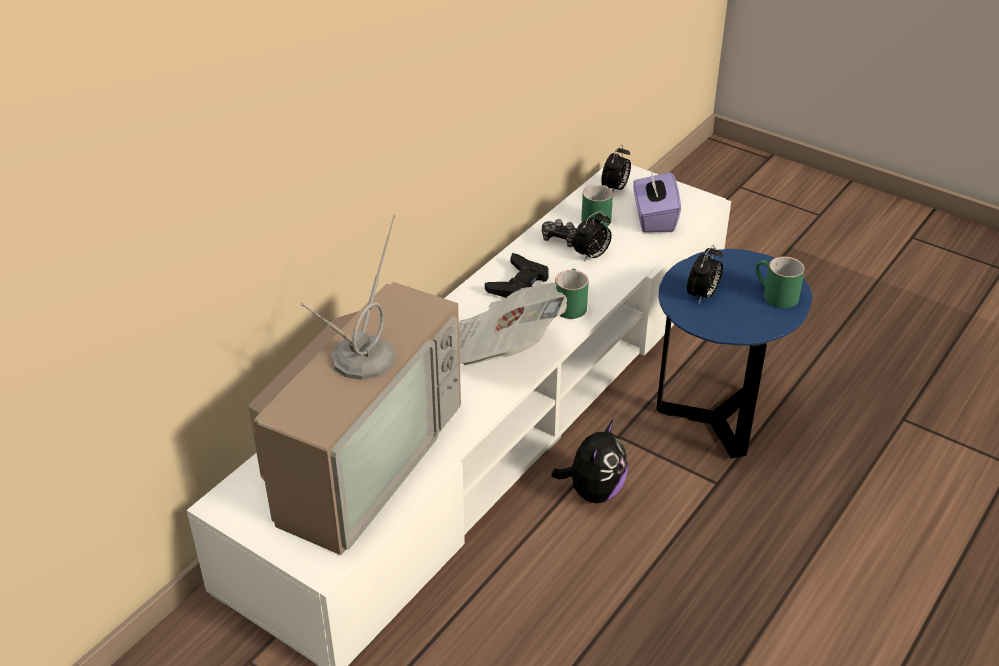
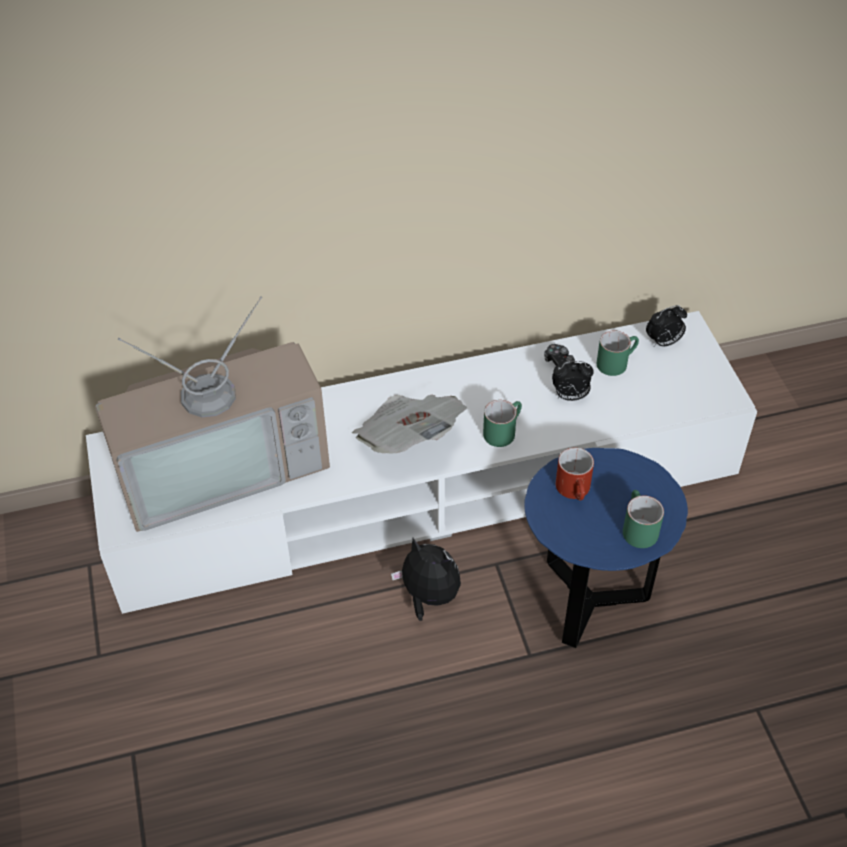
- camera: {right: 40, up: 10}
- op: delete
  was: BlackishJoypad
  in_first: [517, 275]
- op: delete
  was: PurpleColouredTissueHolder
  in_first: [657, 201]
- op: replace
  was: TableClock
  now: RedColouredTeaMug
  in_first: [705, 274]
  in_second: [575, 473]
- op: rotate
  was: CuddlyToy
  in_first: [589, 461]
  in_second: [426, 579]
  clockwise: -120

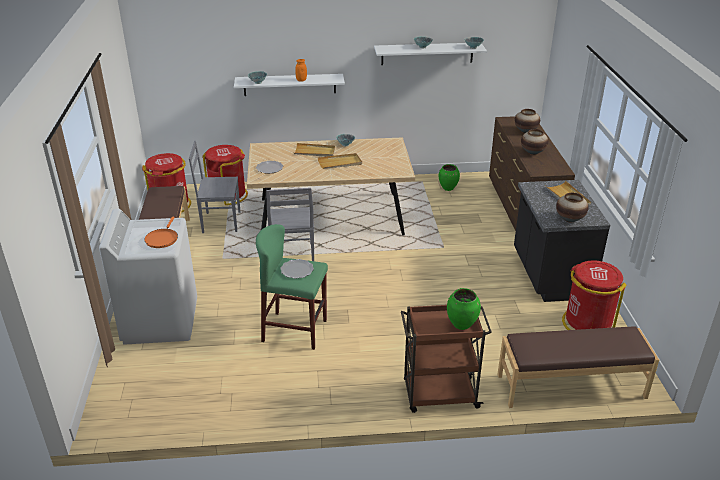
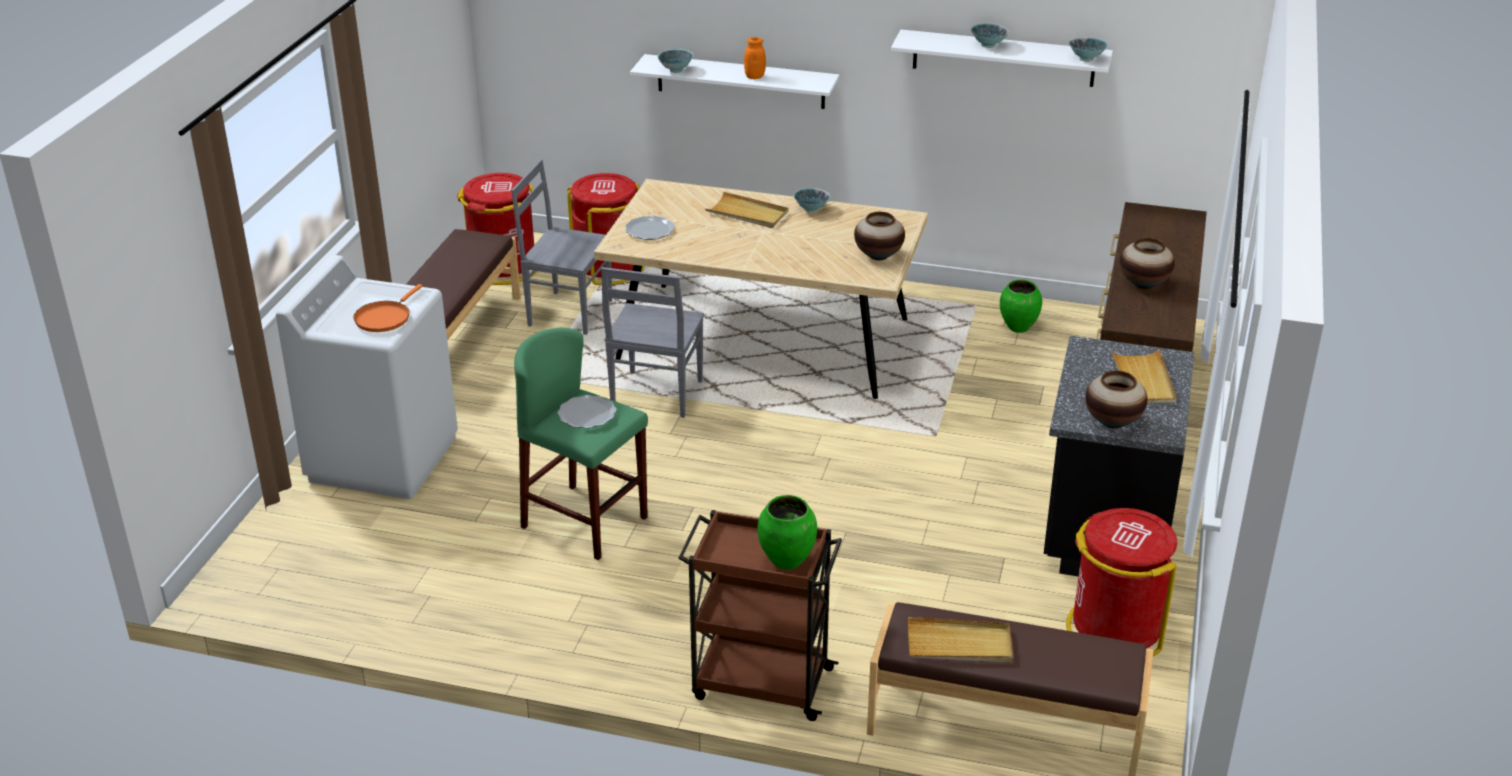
- camera: {right: 20, up: 0}
- op: move
  was: BeigeTray
  in_first: [340, 161]
  in_second: [960, 640]
- op: move
  was: FlowerVase
  in_first: [527, 121]
  in_second: [879, 236]

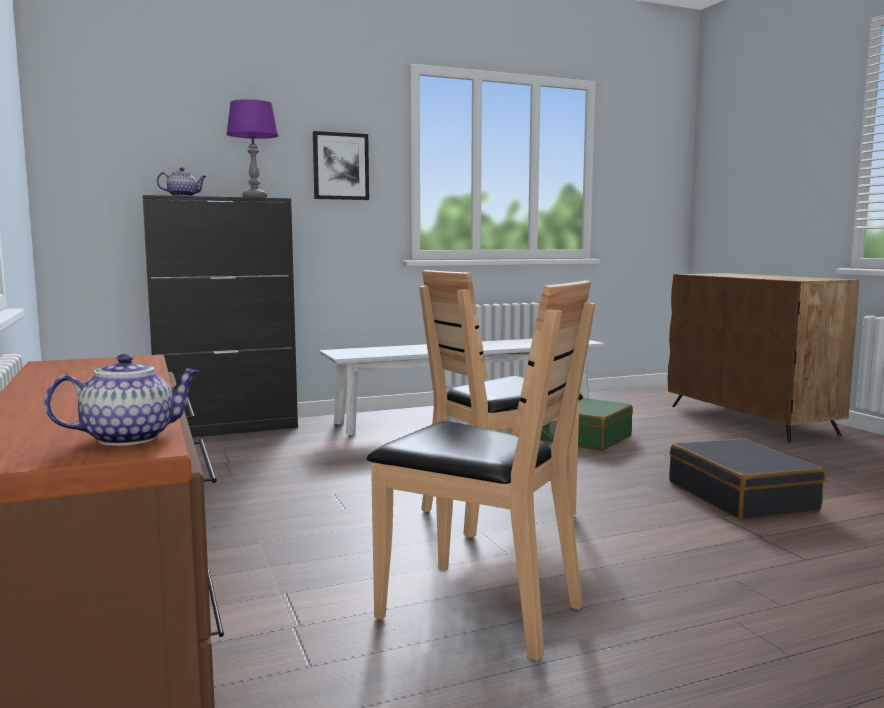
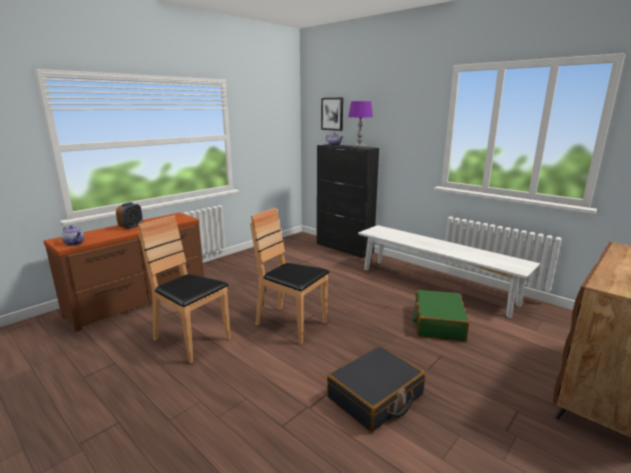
- camera: {right: 65, up: 10}
- op: insert
  now: TableClock
  in_second: [129, 215]
- op: move
  was: Picture
  in_first: [341, 165]
  in_second: [332, 114]
- op: rotate
  was: BrownColouredUprightChair
  in_first: [481, 470]
  in_second: [184, 289]
  clockwise: 120

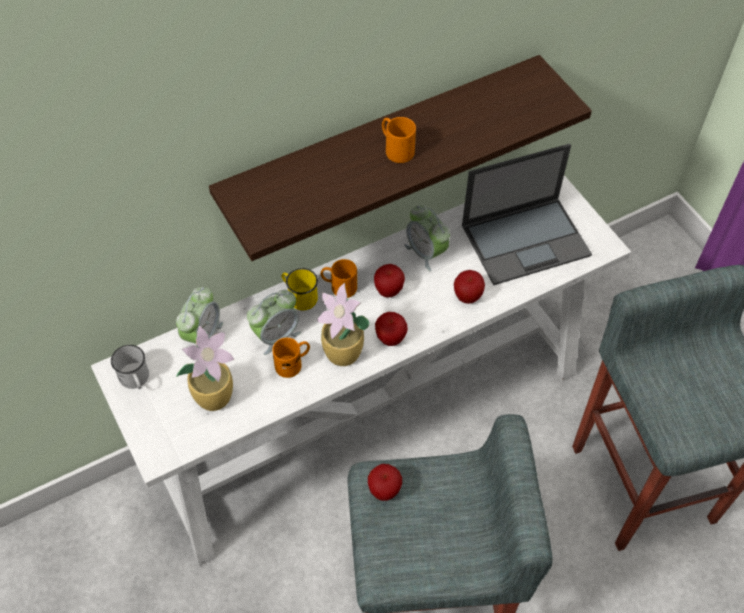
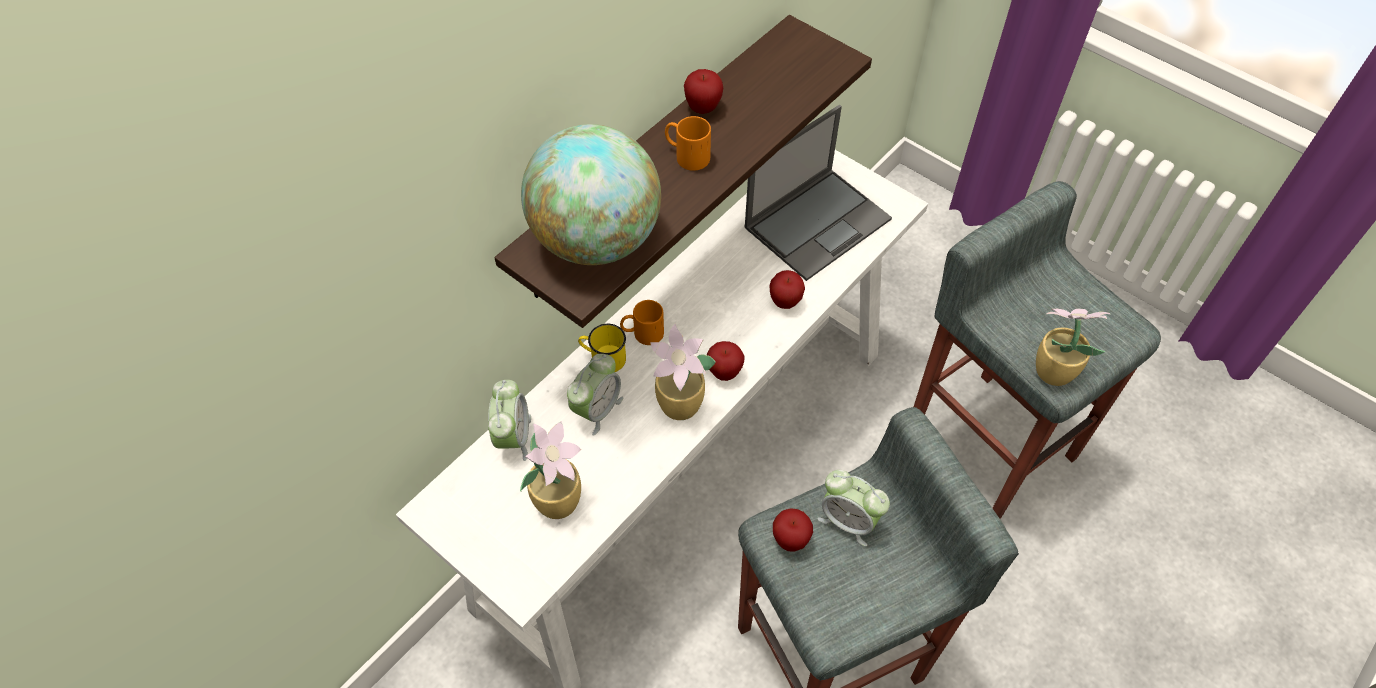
- camera: {right: -20, up: 0}
- op: delete
  was: WhitishTeaMug
  in_first: [130, 367]
- op: delete
  was: OrangeyTeaMug
  in_first: [291, 358]
- op: insert
  now: WorldGlobe
  in_second: [591, 194]
- op: insert
  now: Houseplant
  in_second: [1073, 347]
- op: move
  was: Apple
  in_first: [389, 281]
  in_second: [703, 91]
- op: move
  was: TableClock
  in_first: [427, 238]
  in_second: [853, 508]

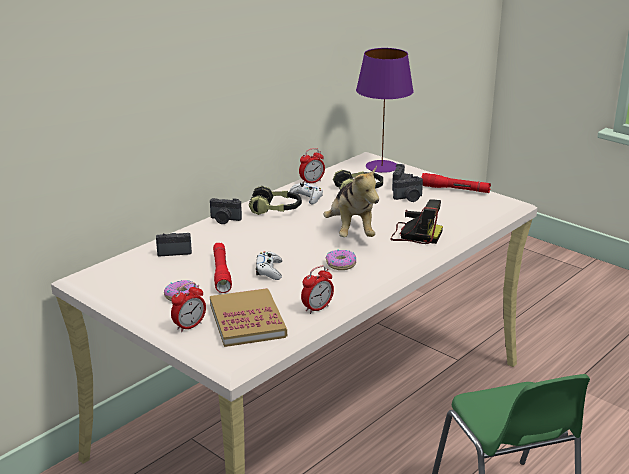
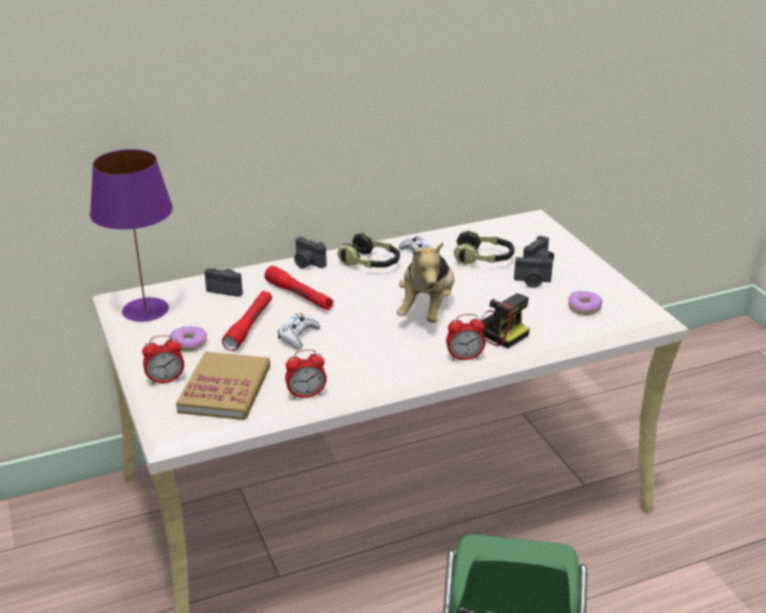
- camera: {right: 25, up: 5}
- op: move
  was: TableClock
  in_first: [312, 165]
  in_second: [465, 336]
- op: move
  was: Donut
  in_first: [341, 260]
  in_second: [585, 303]
- op: move
  was: PurpleColouredTabletopLamp
  in_first: [385, 110]
  in_second: [131, 235]
- op: move
  was: RedColouredTorch
  in_first: [456, 183]
  in_second: [299, 288]

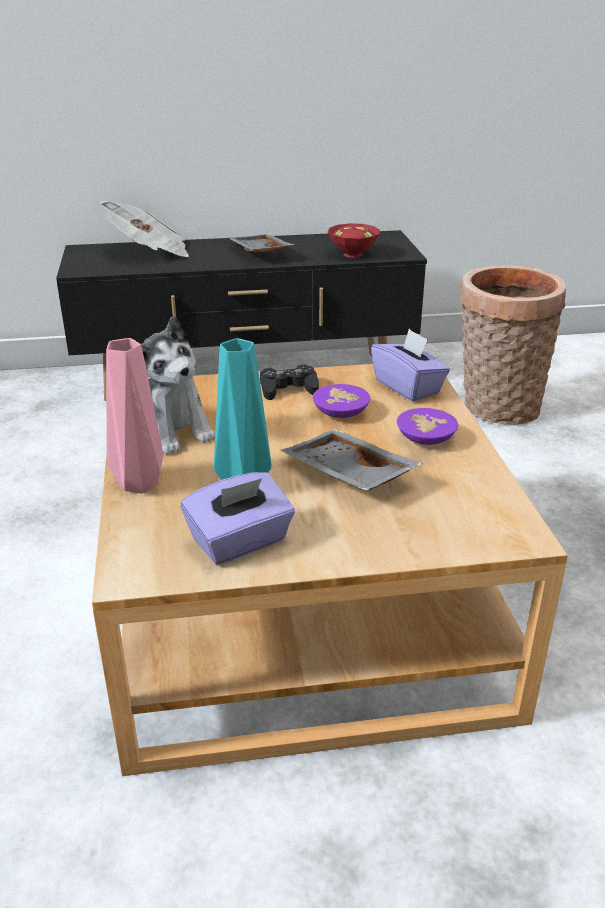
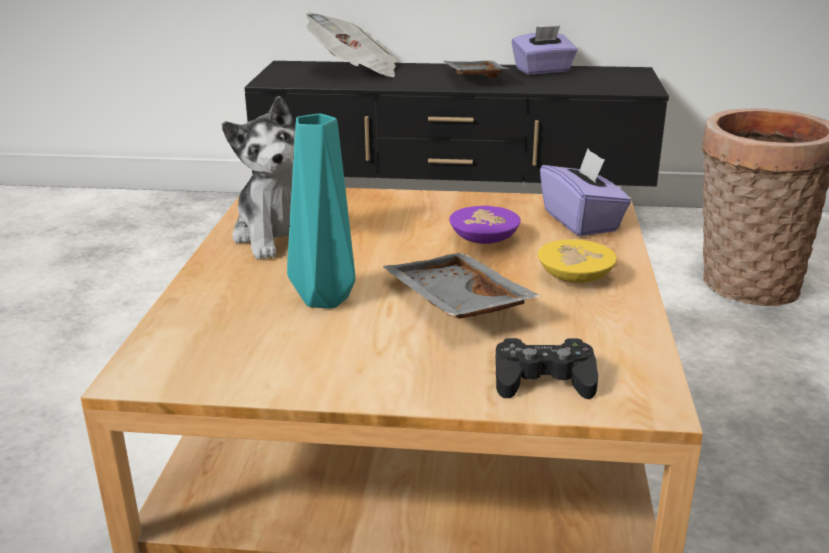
- camera: {right: 15, up: -5}
- op: delete
  was: PinkColouredFlowerVase
  in_first: [134, 415]
- op: delete
  was: RedColouredServingBowl
  in_first: [354, 240]
- op: move
  was: PurpleColouredTissueHolder
  in_first: [238, 518]
  in_second: [545, 50]
- op: move
  was: BlackishJoypad
  in_first: [289, 382]
  in_second: [546, 368]
- op: recolor
  was: PurpleColouredServingBowl
  now: YellowServingBowl
  in_first: [427, 426]
  in_second: [577, 261]

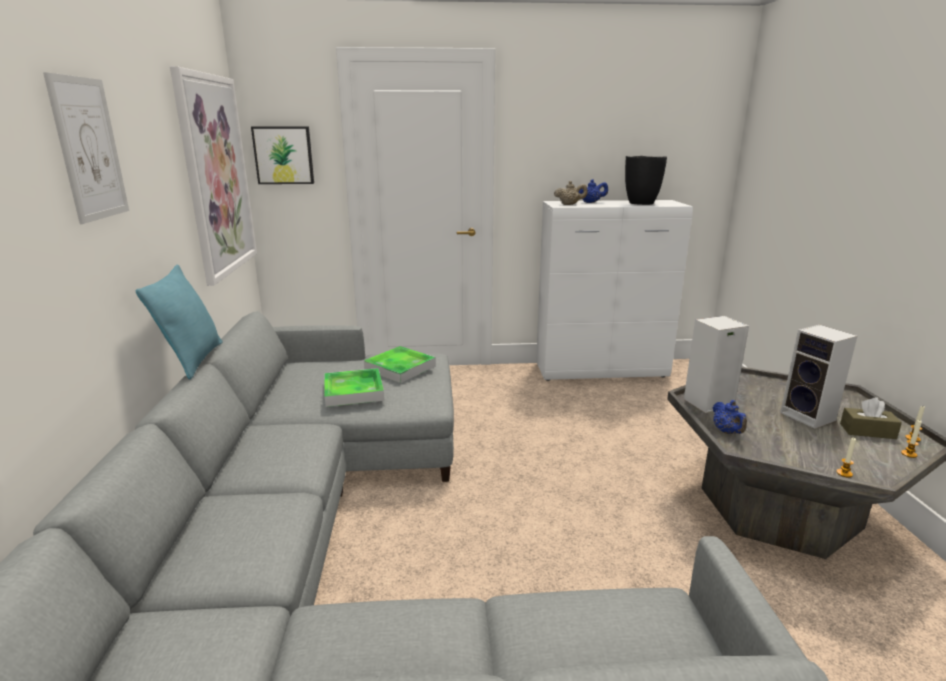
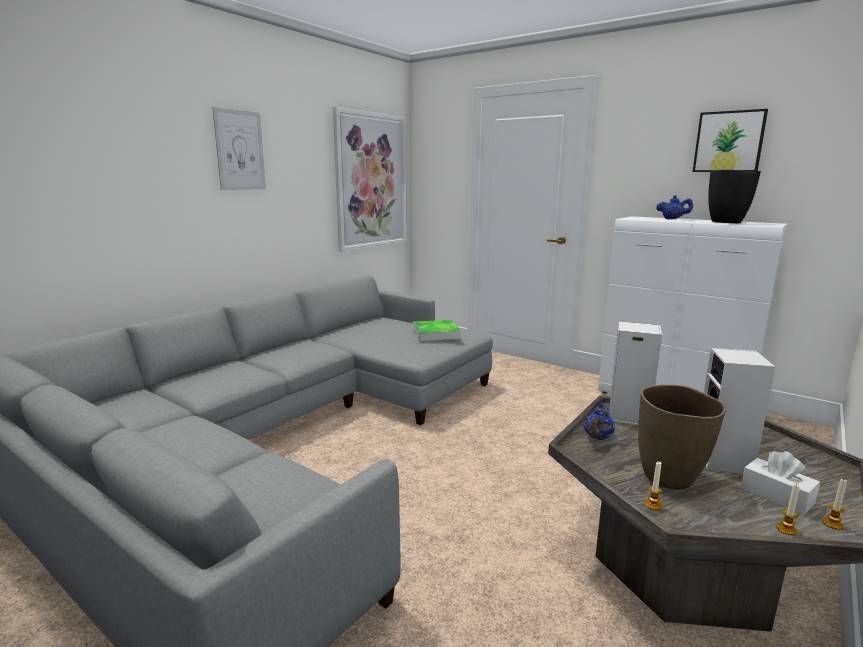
- camera: {right: 40, up: -5}
- op: delete
  was: TurquoiseThrowPillow
  in_first: [179, 322]
- op: delete
  was: Tray
  in_first: [354, 387]
- op: delete
  was: BeigeTeapot
  in_first: [571, 193]
- op: insert
  now: BrownColouredFlowerVase
  in_second: [682, 437]
- op: move
  was: Picture
  in_first: [282, 155]
  in_second: [730, 140]
- op: recolor
  was: BrownColouredTissueHolder
  now: WhitishTissueHolder
  in_first: [871, 418]
  in_second: [780, 483]

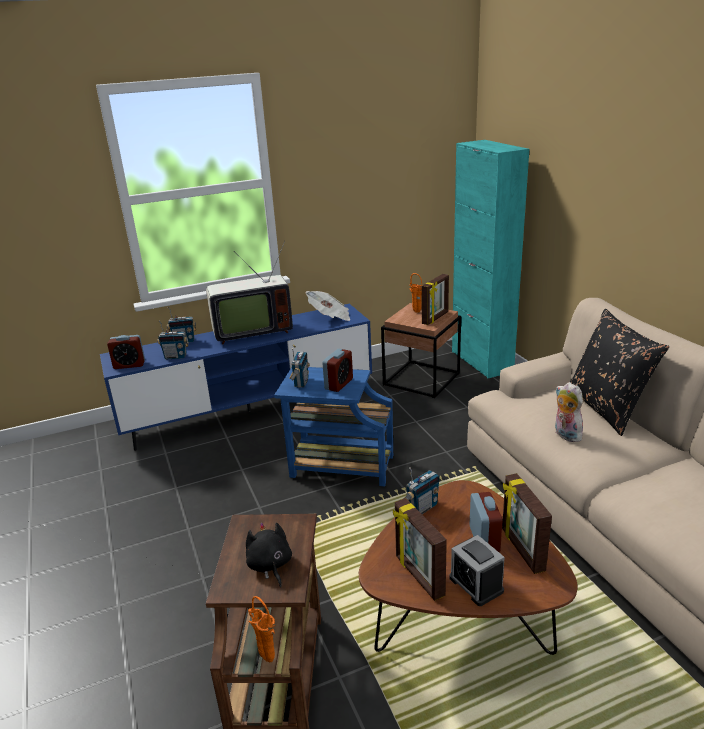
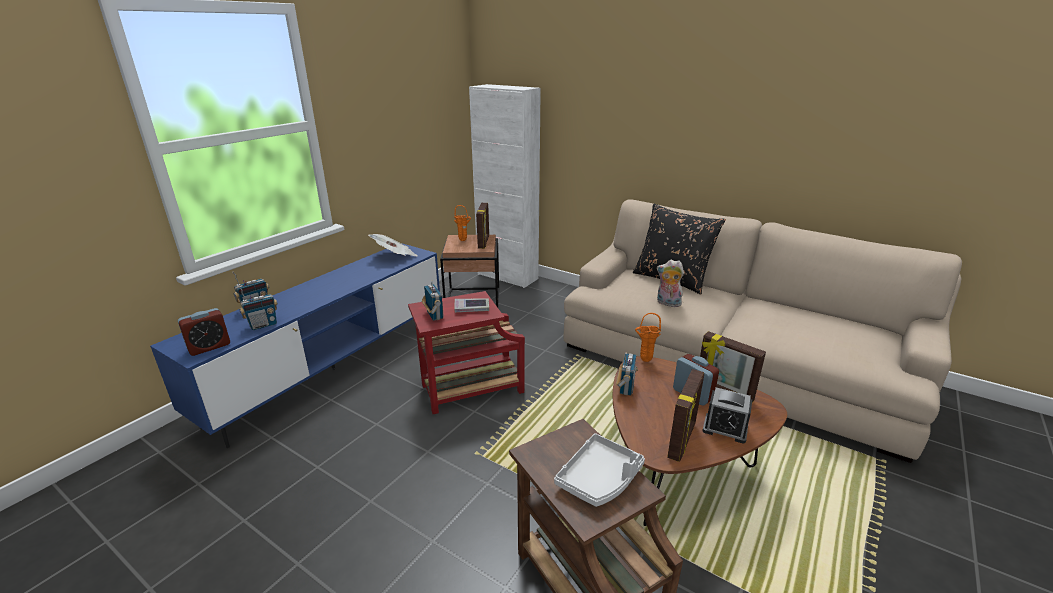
- camera: {right: -35, up: 0}
- op: delete
  was: TvSet
  in_first: [249, 293]
- op: move
  was: OrangeyFlowerVase
  in_first: [261, 629]
  in_second: [648, 337]
- op: replace
  was: BlackishCuddlyToy
  now: GreyishTray
  in_first: [269, 554]
  in_second: [599, 470]
- op: replace
  was: TableClock
  now: Volume
  in_first: [337, 370]
  in_second: [471, 305]
- op: recolor
  was: BluishSideTable
  now: RedColouredSideTable
  in_first: [333, 426]
  in_second: [466, 352]
- op: recolor
  was: TurquoiseStorageCabinet
  now: WhitishStorageCabinet
  in_first: [490, 259]
  in_second: [505, 186]
- op: rotate
  was: PhotoFrame
  in_first: [420, 549]
  in_second: [685, 415]
  clockwise: -90

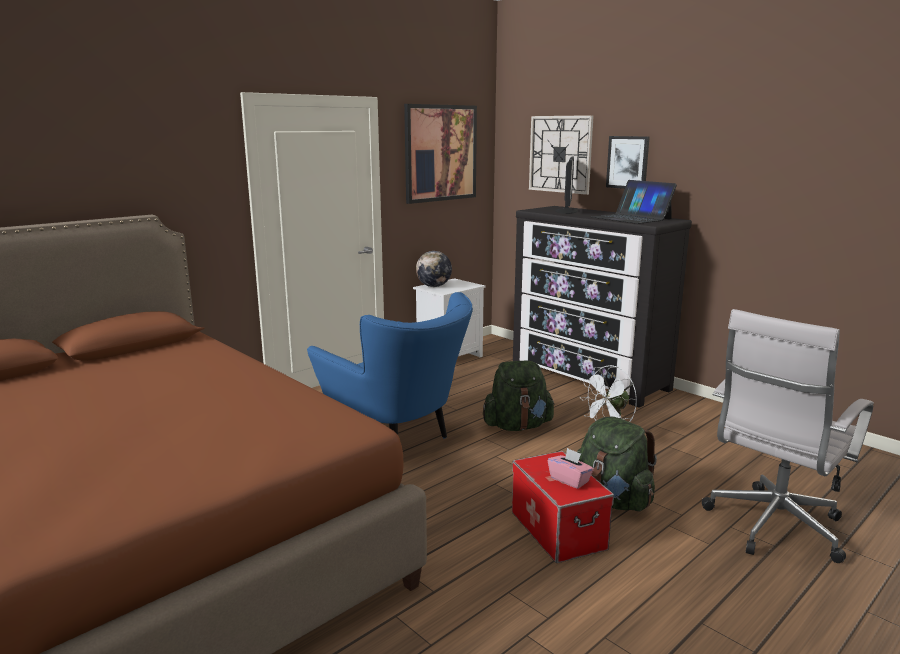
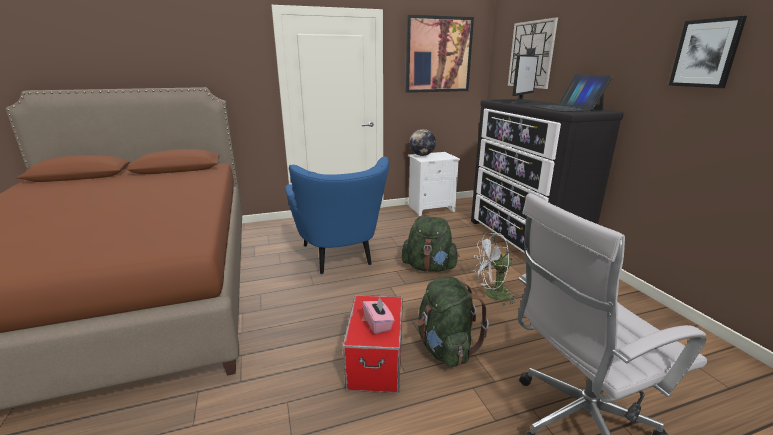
- camera: {right: 25, up: 5}
- op: move
  was: Picture
  in_first: [628, 162]
  in_second: [708, 52]

